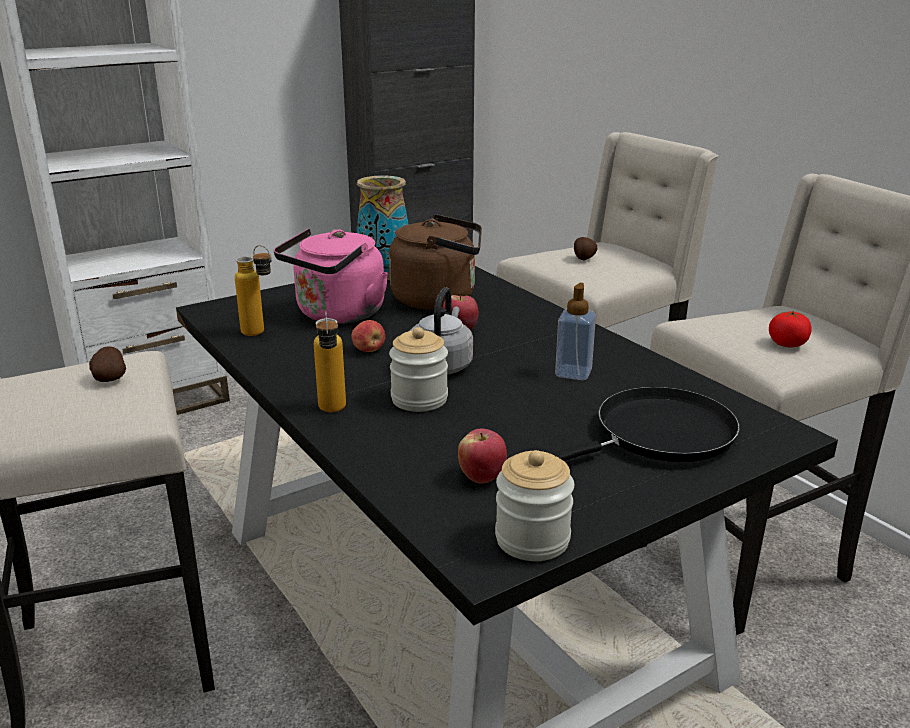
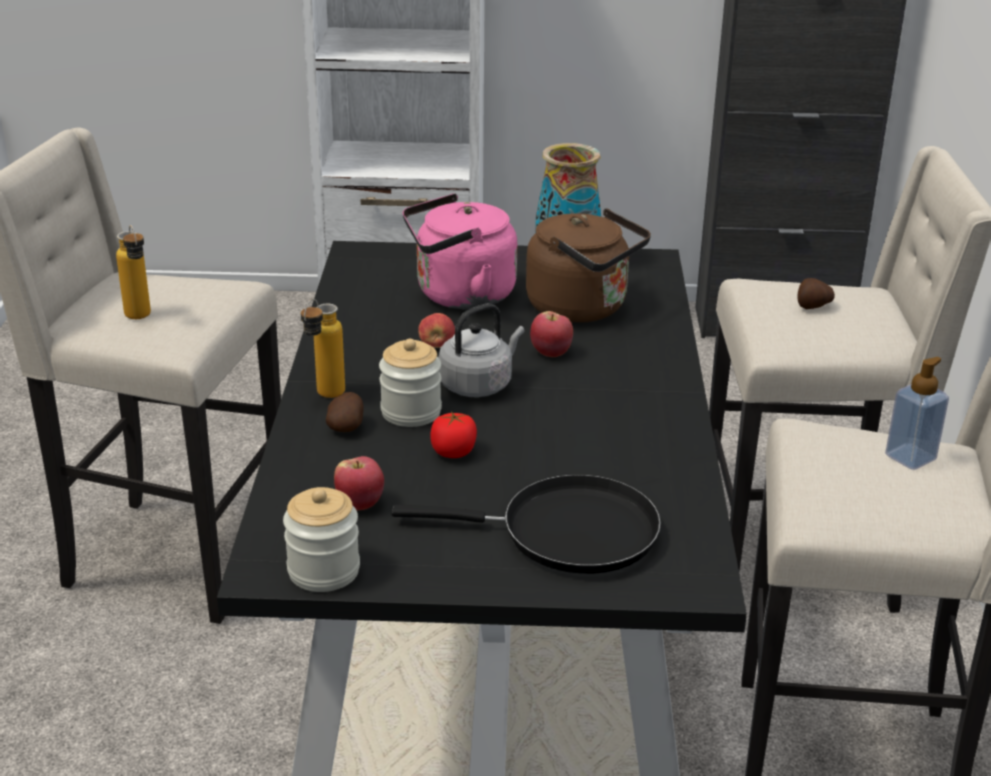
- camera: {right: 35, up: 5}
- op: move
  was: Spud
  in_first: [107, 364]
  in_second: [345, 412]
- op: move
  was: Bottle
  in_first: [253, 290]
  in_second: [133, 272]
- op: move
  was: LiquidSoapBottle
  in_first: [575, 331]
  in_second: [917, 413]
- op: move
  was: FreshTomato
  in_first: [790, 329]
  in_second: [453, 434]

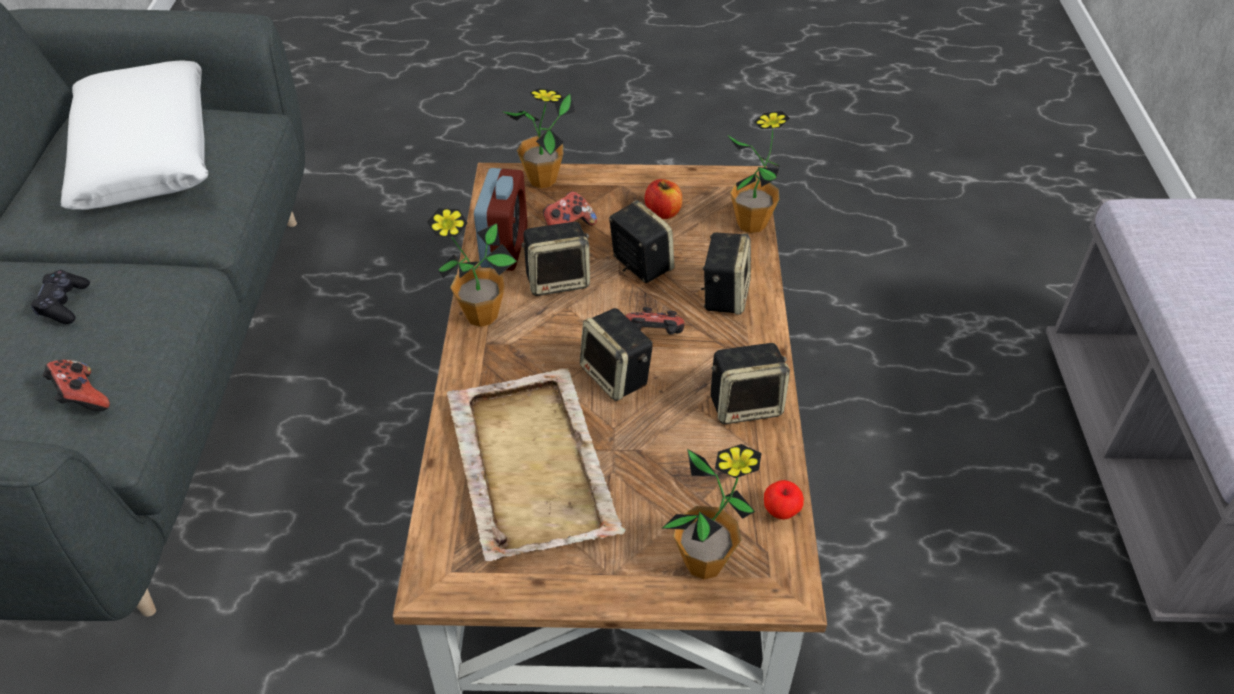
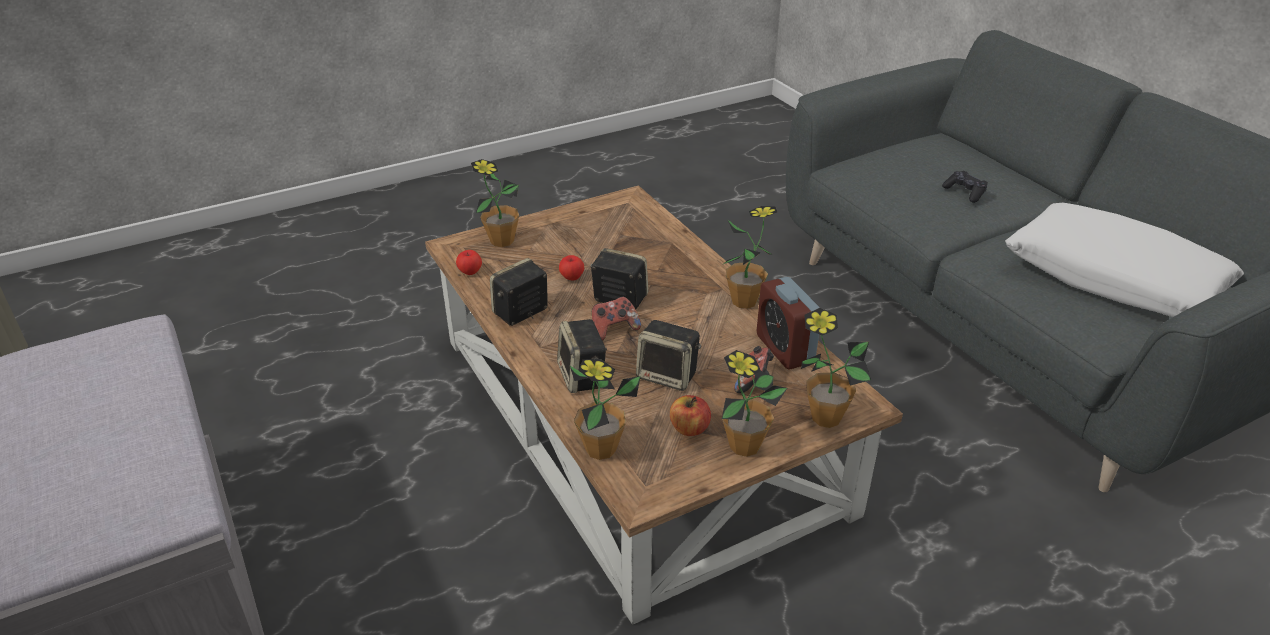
- camera: {right: 150, up: -10}
- op: delete
  was: Joypad
  in_first: [76, 385]
- op: delete
  was: BeigeTray
  in_first: [536, 465]
- op: delete
  was: Speaker
  in_first: [555, 259]
- op: insert
  now: Apple
  in_second: [571, 268]
- op: insert
  now: Houseplant
  in_second: [754, 403]

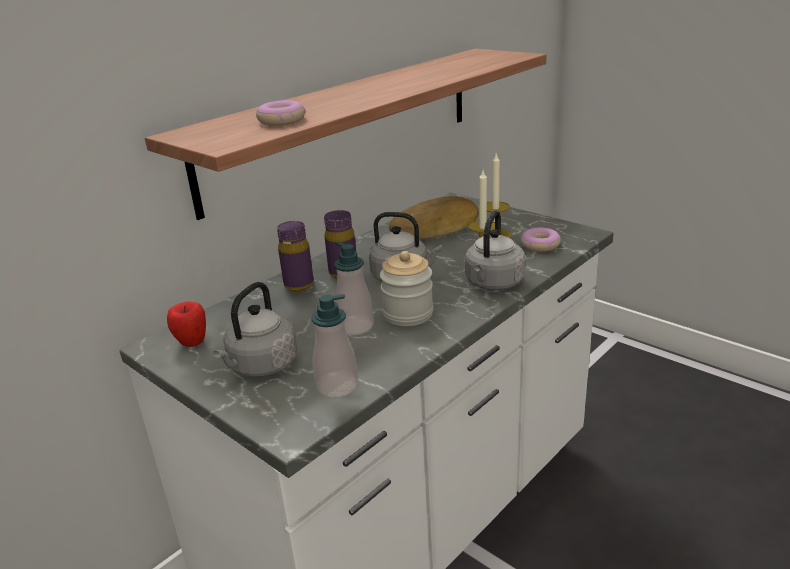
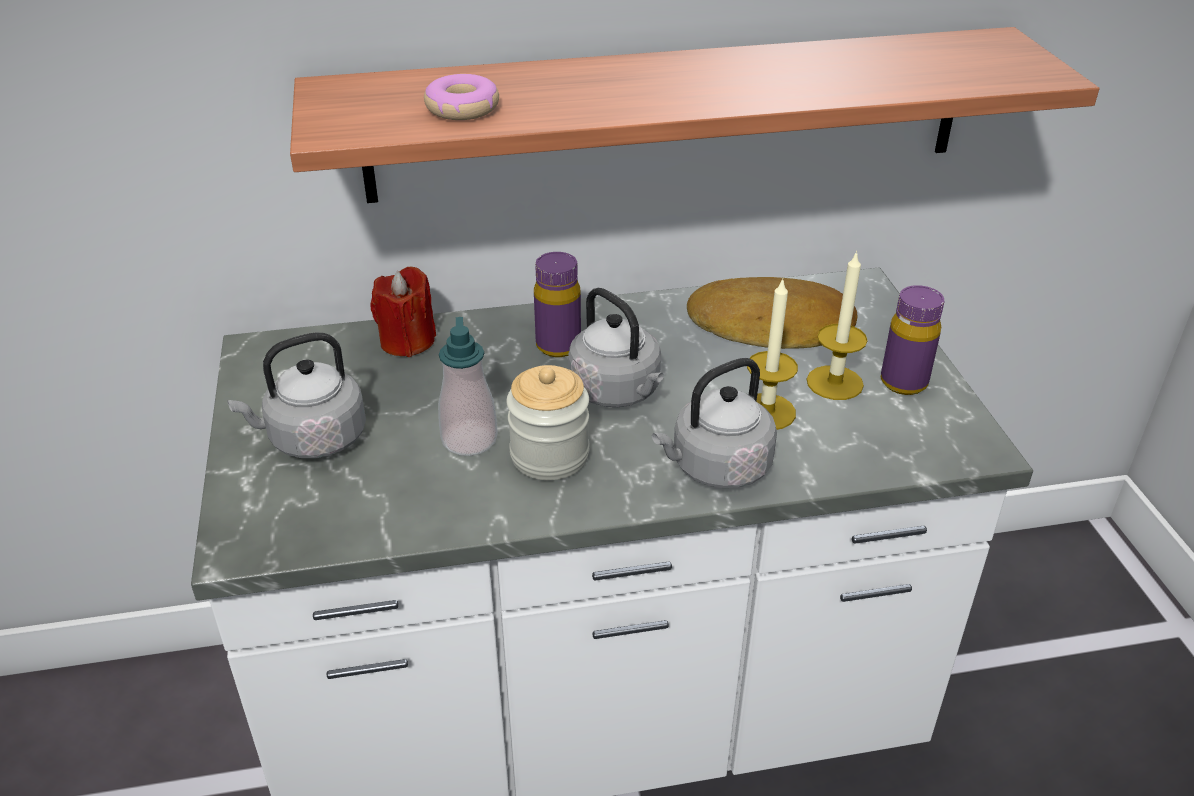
- camera: {right: 35, up: 10}
- op: delete
  was: Apple
  in_first: [186, 324]
- op: delete
  was: LiquidSoapBottle
  in_first: [334, 346]
- op: delete
  was: Donut
  in_first: [541, 240]
- op: insert
  now: RedColouredWaxCandle
  in_second: [403, 312]
- op: move
  was: PurpleColouredBottle
  in_first: [295, 256]
  in_second: [912, 340]

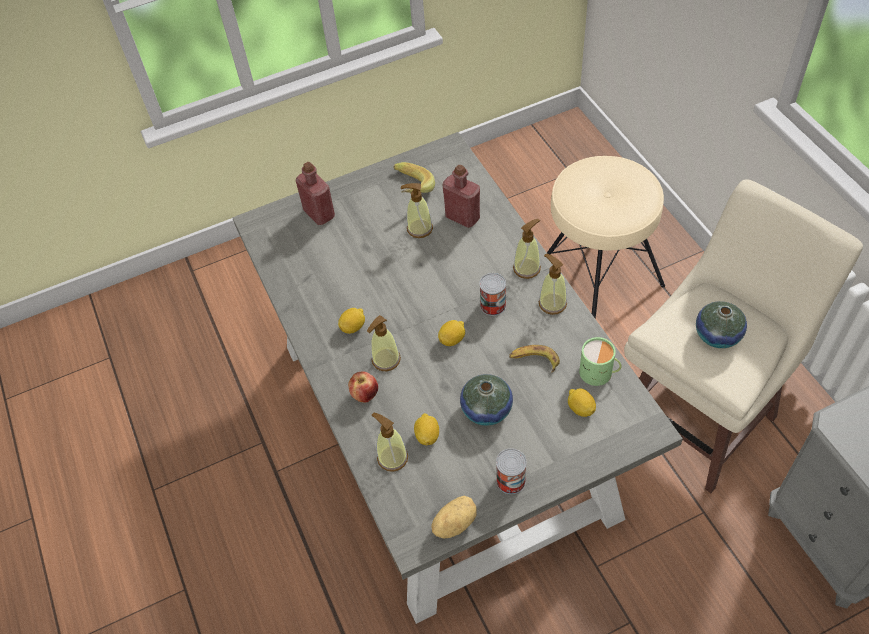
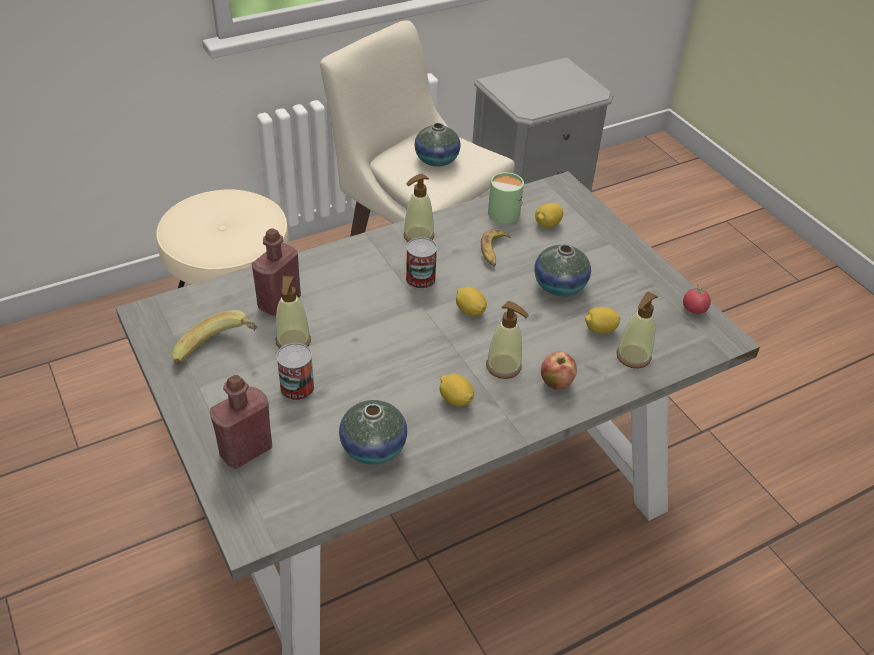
- camera: {right: -100, up: -10}
- op: delete
  was: LiquidSoapBottle
  in_first: [527, 249]
- op: insert
  now: FlowerVase
  in_second: [373, 432]
- op: move
  was: SealedCan
  in_first: [511, 471]
  in_second: [295, 372]
- op: replace
  was: Spud
  now: FreshTomato
  in_first: [454, 517]
  in_second: [697, 299]

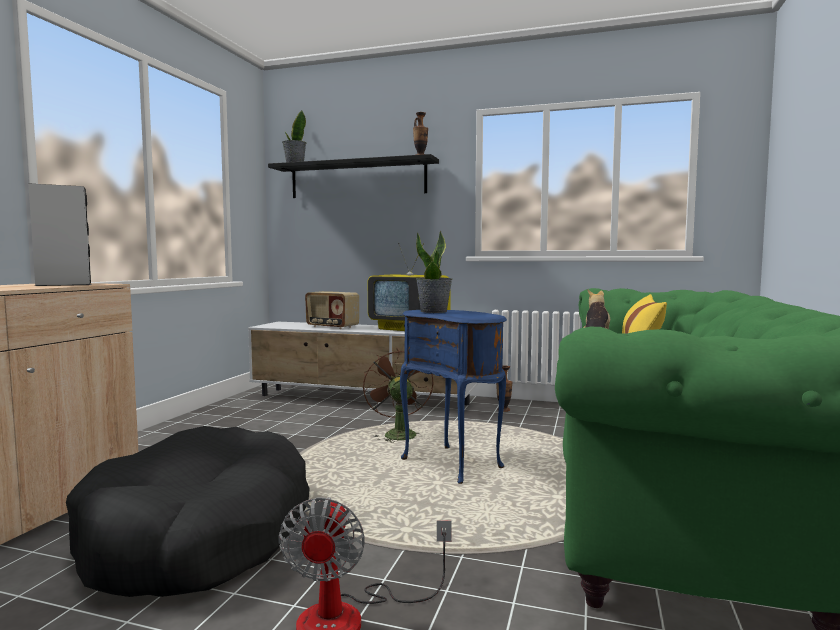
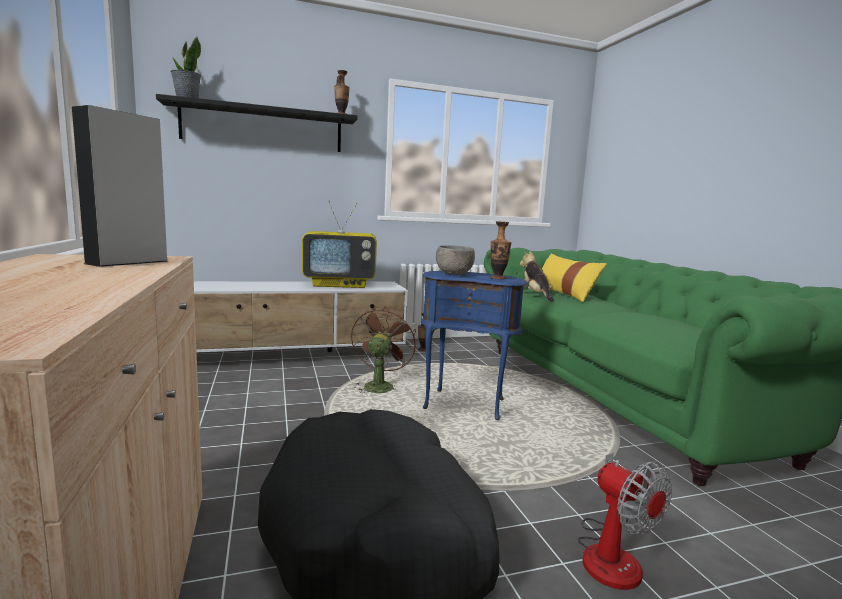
- camera: {right: -35, up: 5}
- op: delete
  was: RadioSet
  in_first: [332, 310]
- op: insert
  now: FlowerVase
  in_second: [501, 250]
- op: replace
  was: Houseplant
  now: GreyishServingBowl
  in_first: [434, 272]
  in_second: [455, 260]
- op: rotate
  was: BrownColouredElectricFan
  in_first: [398, 395]
  in_second: [383, 349]
  clockwise: 60

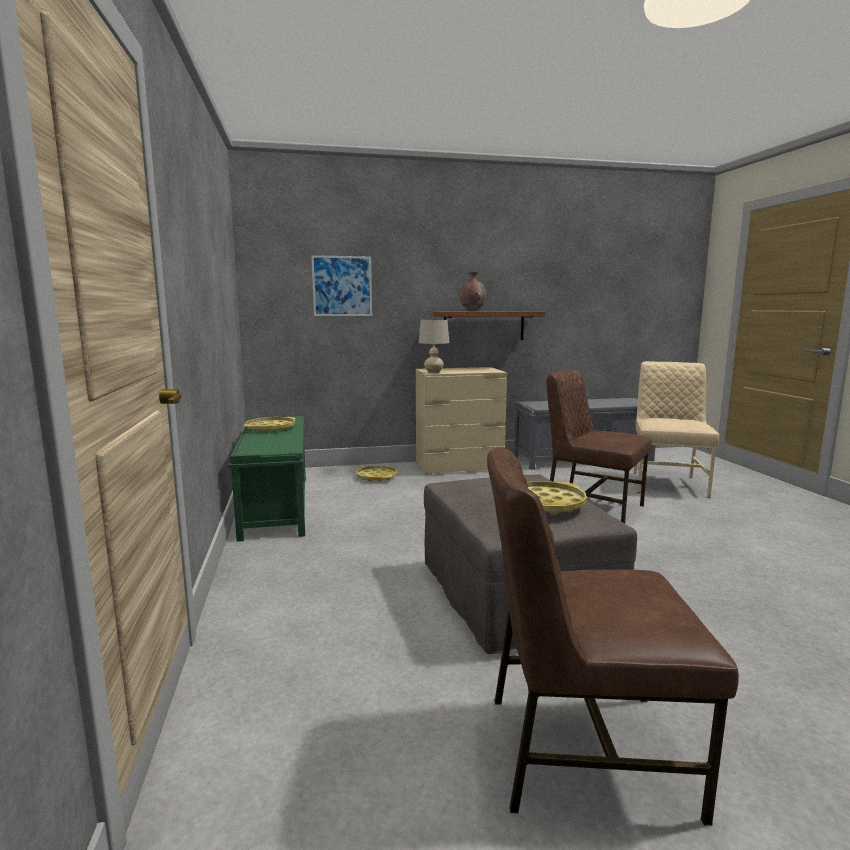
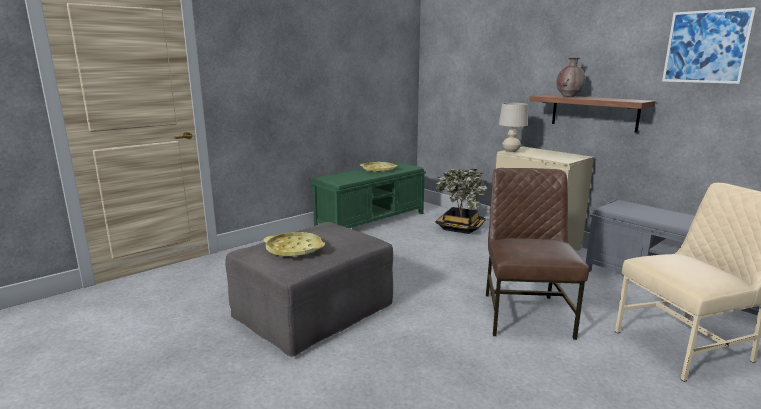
- camera: {right: 60, up: 5}
- op: delete
  was: BrownColouredUprightChair
  in_first: [613, 636]
- op: move
  was: Picture
  in_first: [342, 285]
  in_second: [709, 45]
- op: replace
  was: YellowTray
  now: Houseplant
  in_first: [376, 473]
  in_second: [461, 201]

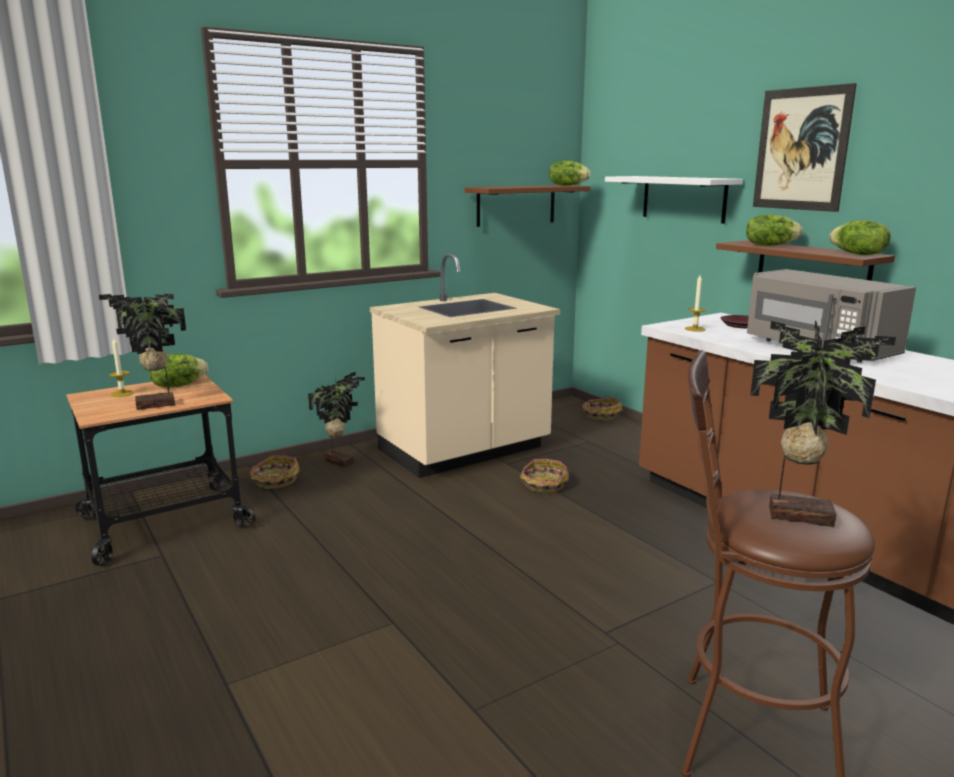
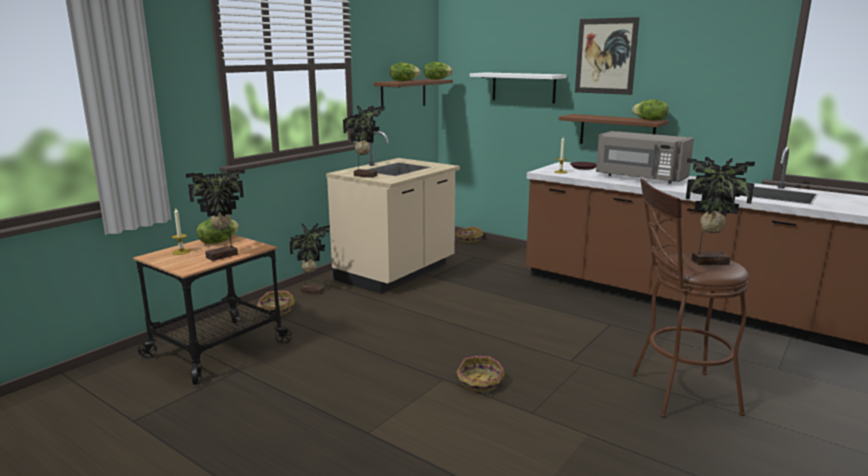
- camera: {right: -20, up: 0}
- op: insert
  now: Houseplant
  in_second: [364, 141]
- op: move
  was: Basket
  in_first: [544, 476]
  in_second: [481, 375]
- op: move
  was: LettuceHead
  in_first: [774, 230]
  in_second: [405, 72]

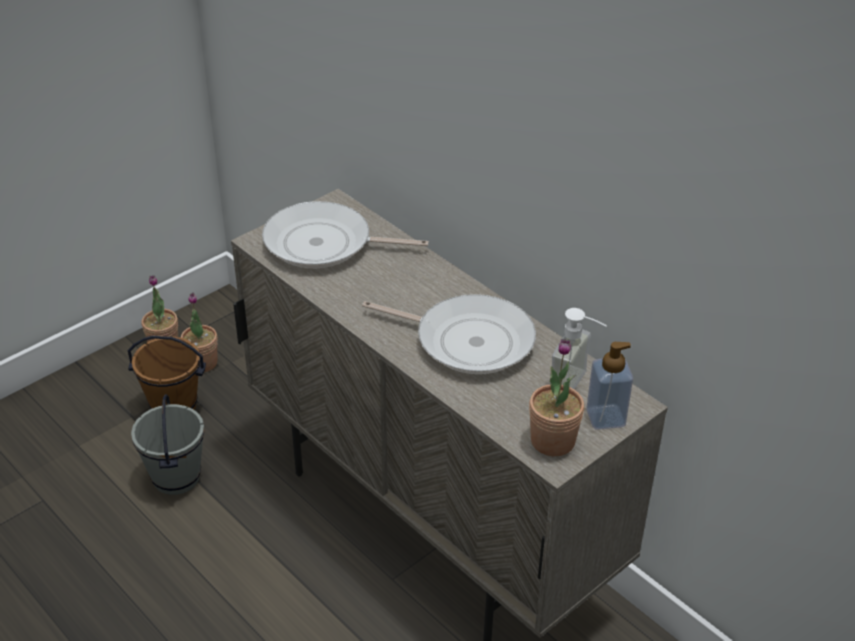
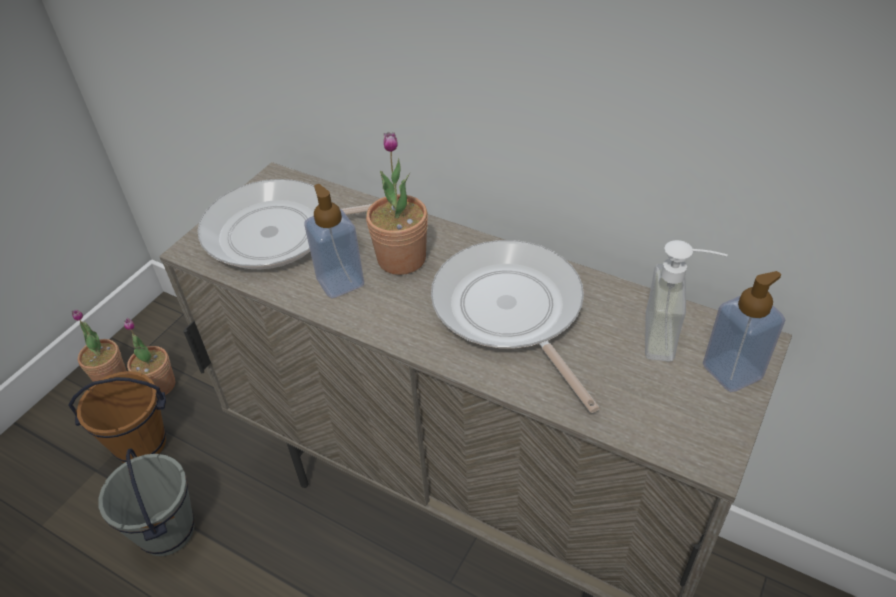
- camera: {right: -15, up: 5}
- op: insert
  now: LiquidSoapBottle
  in_second: [334, 241]
- op: move
  was: Houseplant
  in_first: [556, 398]
  in_second: [397, 203]
- op: rotate
  was: Skillet
  in_first: [449, 334]
  in_second: [515, 326]
  clockwise: -120

